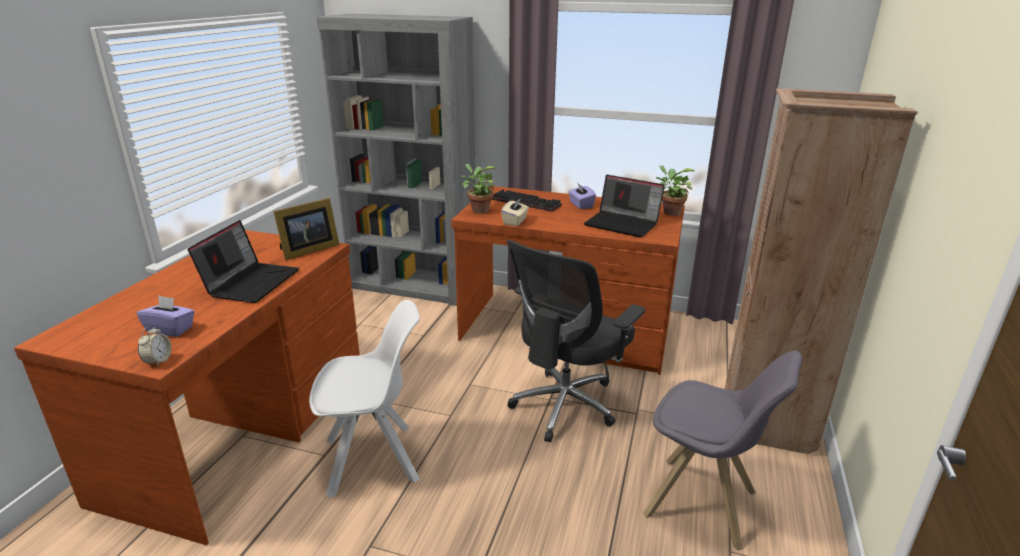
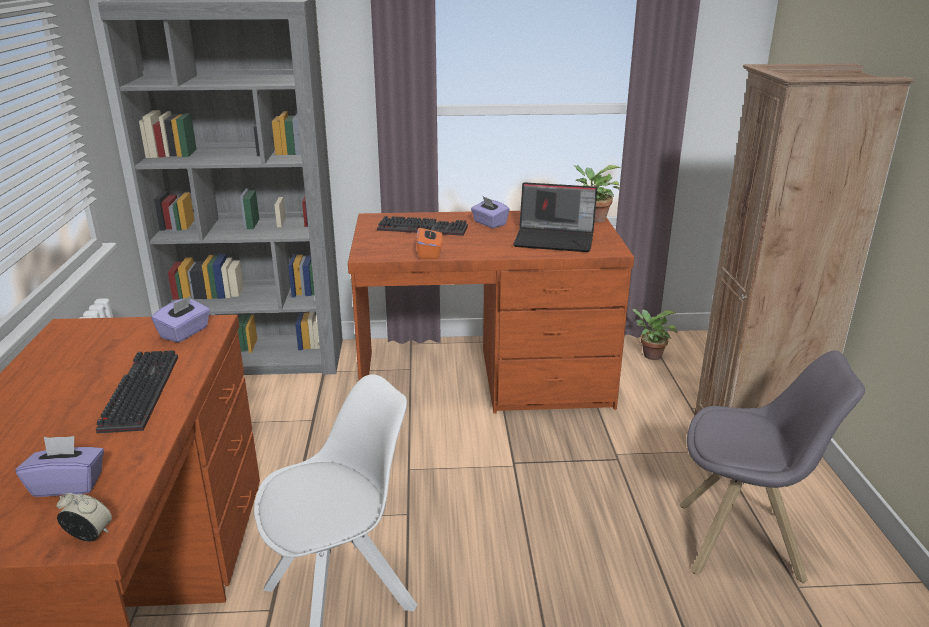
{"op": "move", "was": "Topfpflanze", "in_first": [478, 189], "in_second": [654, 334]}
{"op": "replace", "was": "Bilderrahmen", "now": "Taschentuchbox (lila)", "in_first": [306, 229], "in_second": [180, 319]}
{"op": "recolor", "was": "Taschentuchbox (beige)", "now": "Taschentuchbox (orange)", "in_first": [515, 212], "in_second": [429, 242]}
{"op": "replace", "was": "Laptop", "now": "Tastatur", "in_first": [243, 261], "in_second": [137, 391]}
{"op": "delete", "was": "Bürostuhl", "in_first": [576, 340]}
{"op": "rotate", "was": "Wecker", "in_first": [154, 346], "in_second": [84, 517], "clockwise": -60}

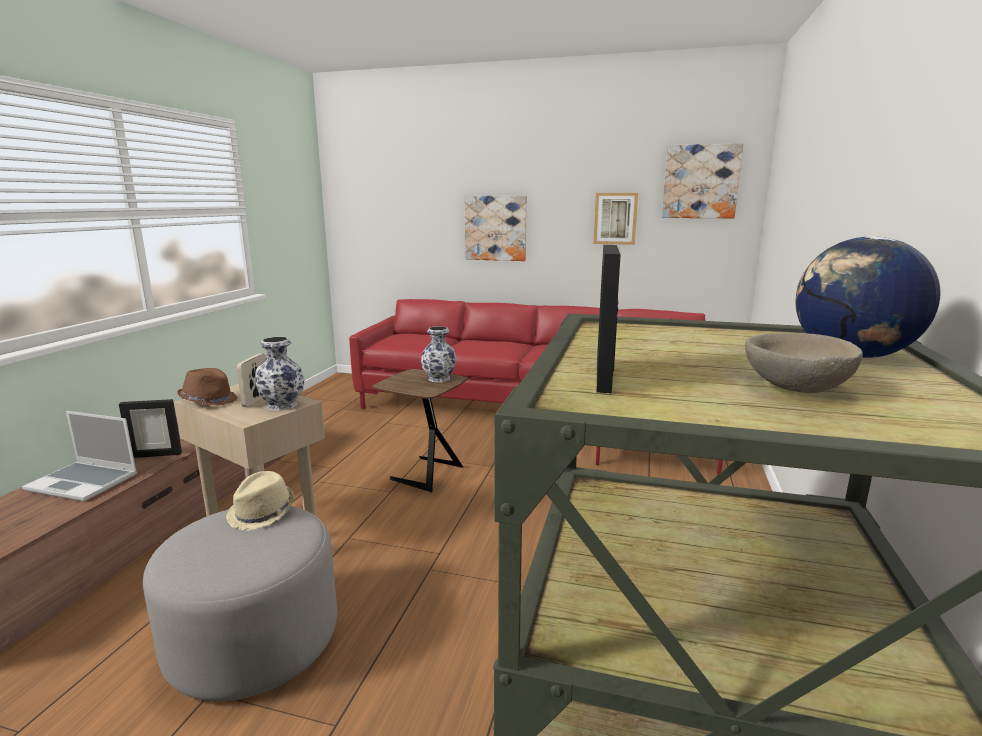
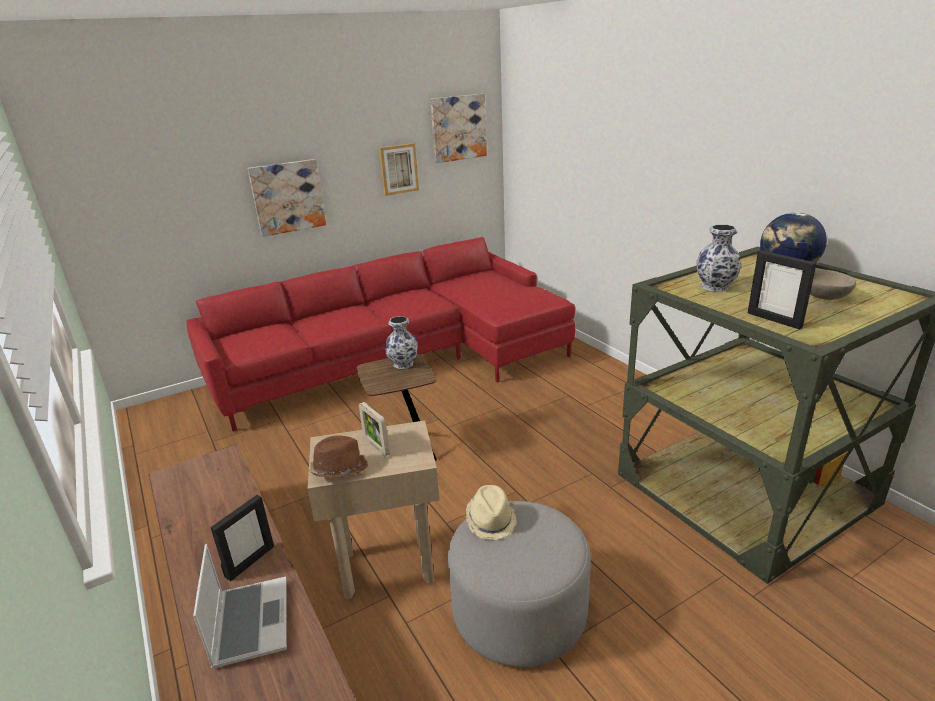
{"op": "move", "was": "Vase", "in_first": [279, 374], "in_second": [718, 258]}
{"op": "rotate", "was": "Laptop", "in_first": [79, 456], "in_second": [240, 606], "clockwise": -75}

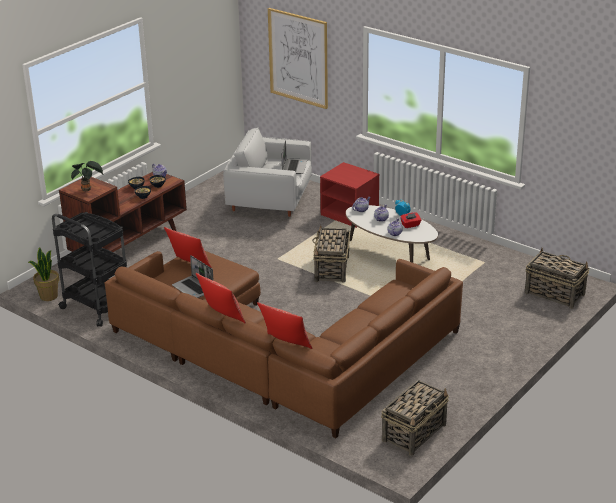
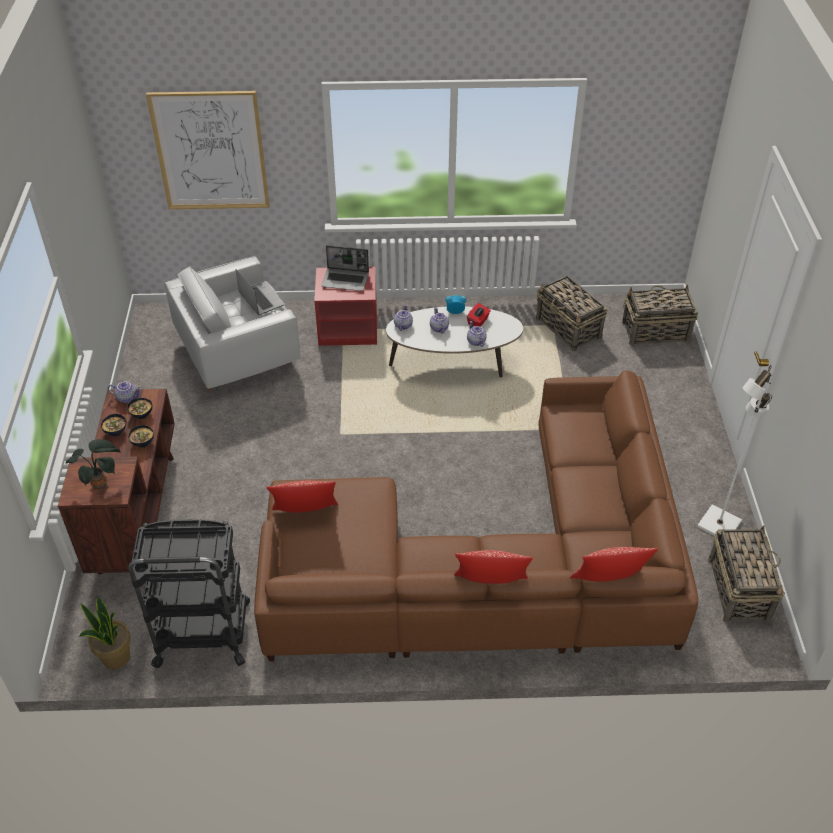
{"op": "move", "was": "Korb", "in_first": [331, 254], "in_second": [571, 313]}
{"op": "move", "was": "Laptop", "in_first": [193, 276], "in_second": [345, 268]}
{"op": "insert", "now": "Stehlampe (weiß)", "in_second": [734, 450]}

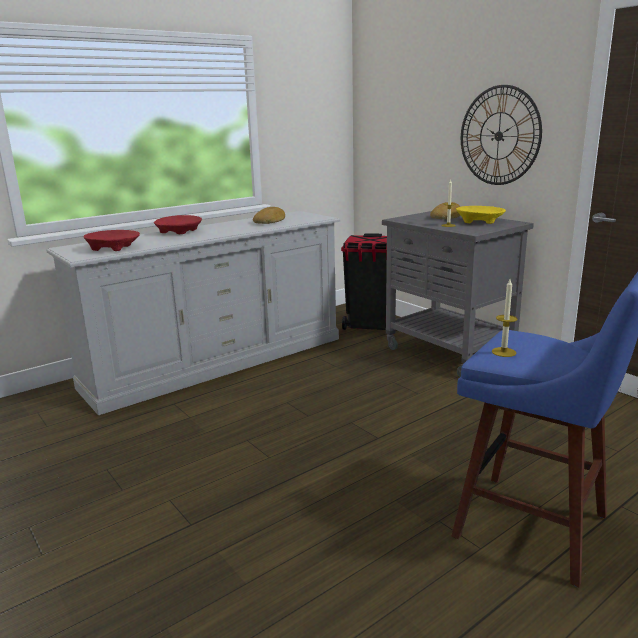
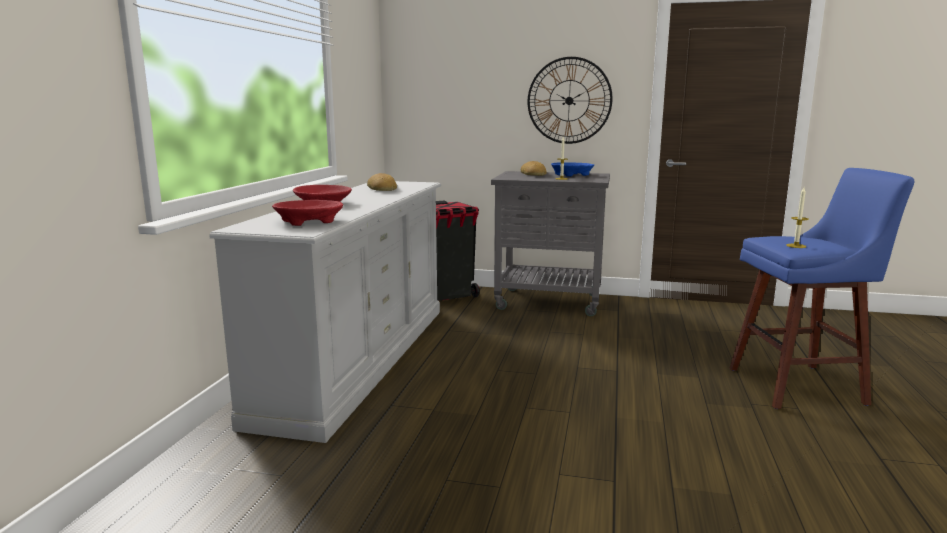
{"op": "recolor", "was": "Schüssel (gelb)", "now": "Schüssel (blau)", "in_first": [481, 215], "in_second": [572, 169]}

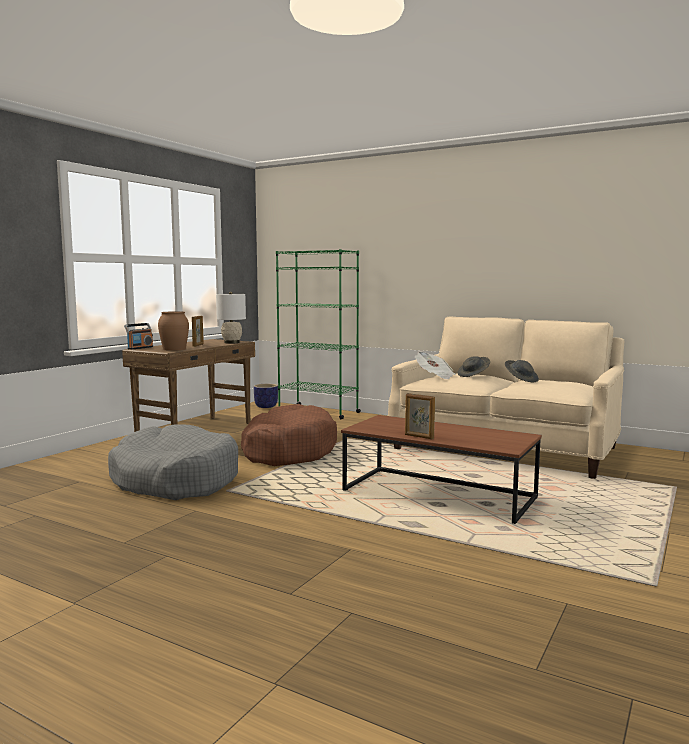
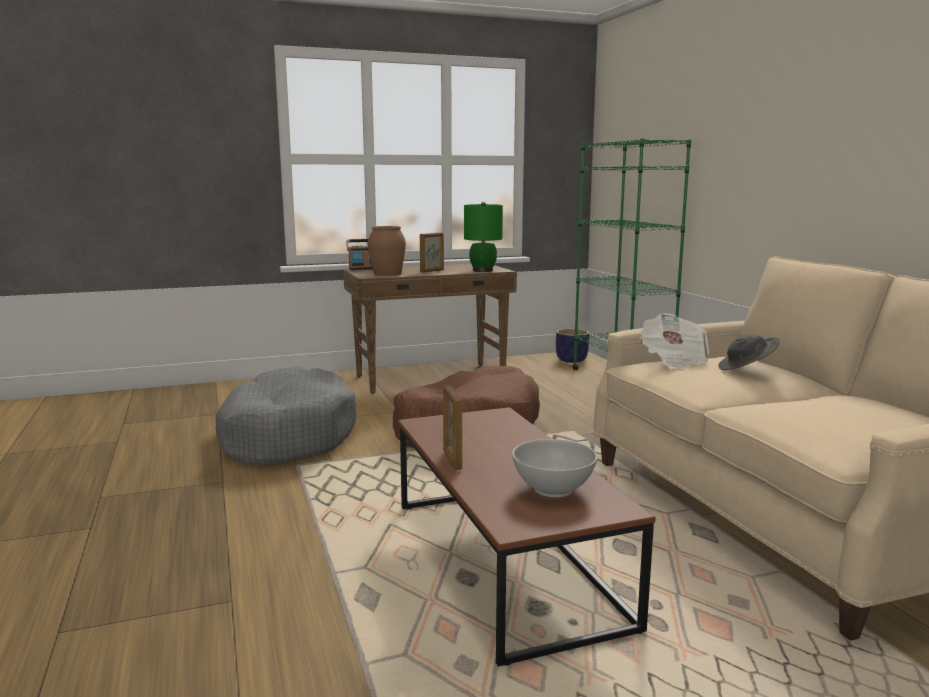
{"op": "recolor", "was": "Tischlampe (weiß)", "now": "Tischlampe (grün)", "in_first": [231, 318], "in_second": [483, 237]}
{"op": "delete", "was": "Hut (grau)", "in_first": [522, 371]}
{"op": "insert", "now": "Schüssel (weiß)", "in_second": [555, 468]}

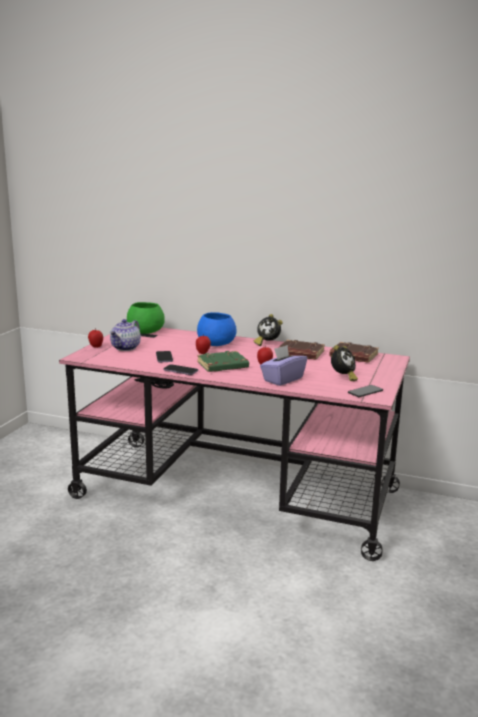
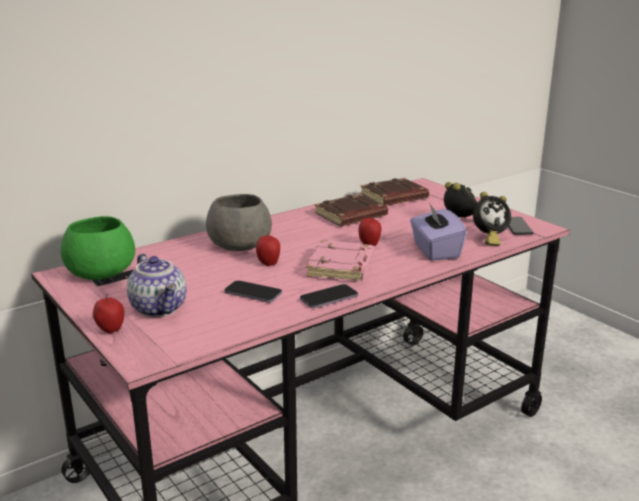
{"op": "recolor", "was": "Schüssel (blau)", "now": "Schüssel (grau)", "in_first": [216, 329], "in_second": [239, 222]}
{"op": "move", "was": "Wecker", "in_first": [268, 330], "in_second": [492, 219]}
{"op": "recolor", "was": "Buch (grün)", "now": "Buch (rosa)", "in_first": [223, 361], "in_second": [340, 261]}

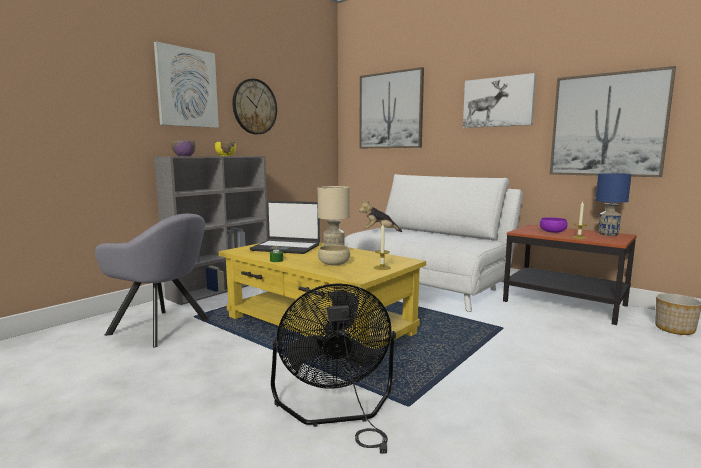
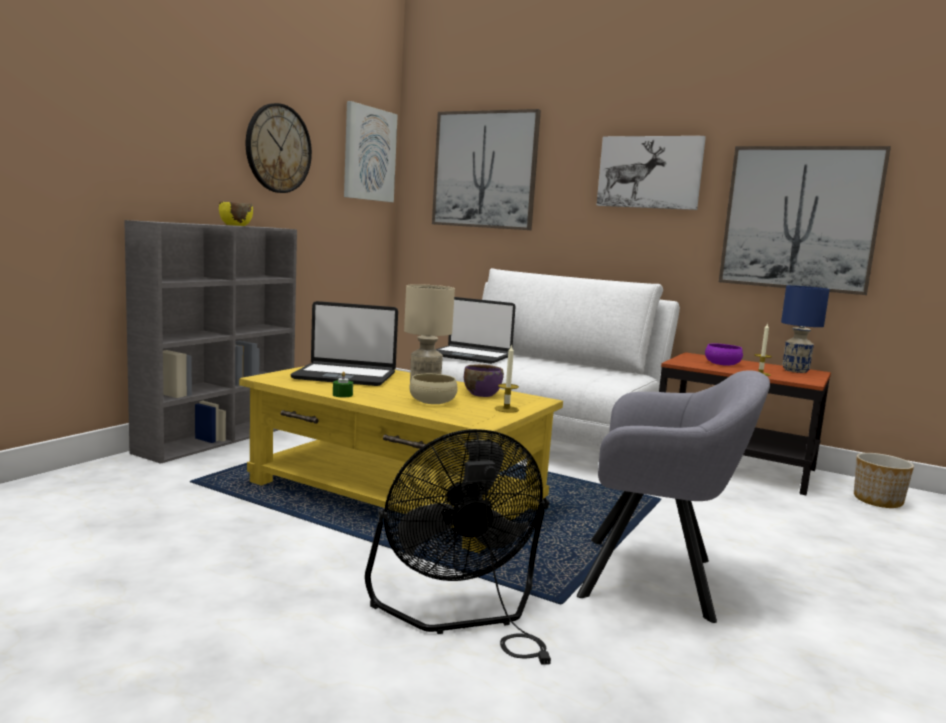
{"op": "move", "was": "Bild", "in_first": [186, 85], "in_second": [371, 151]}
{"op": "move", "was": "Schüssel (lila)", "in_first": [183, 148], "in_second": [484, 380]}
{"op": "replace", "was": "Plüschtier", "now": "Laptop", "in_first": [380, 216], "in_second": [475, 330]}
{"op": "move", "was": "Sessel (grau)", "in_first": [152, 280], "in_second": [673, 496]}

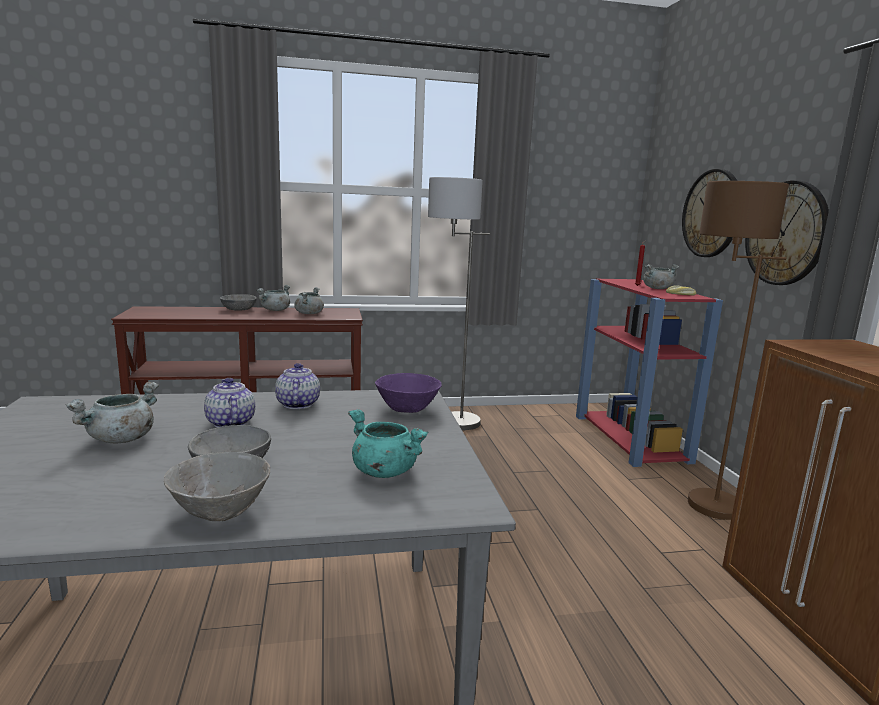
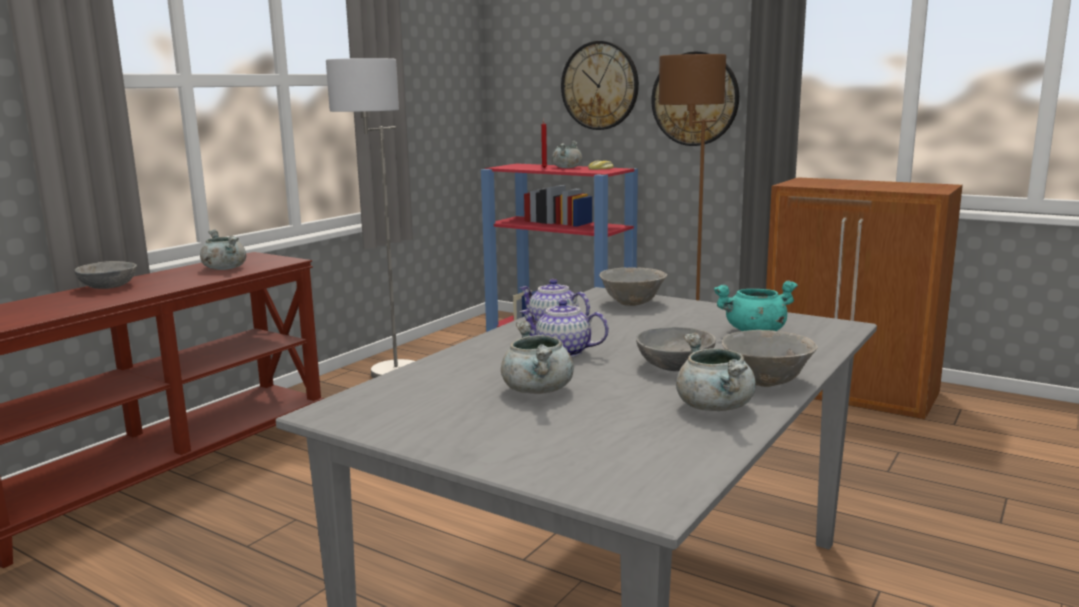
{"op": "move", "was": "Kochtopf (grau)", "in_first": [273, 298], "in_second": [715, 371]}
{"op": "recolor", "was": "Schüssel (lila)", "now": "Schüssel (grau)", "in_first": [408, 393], "in_second": [633, 286]}

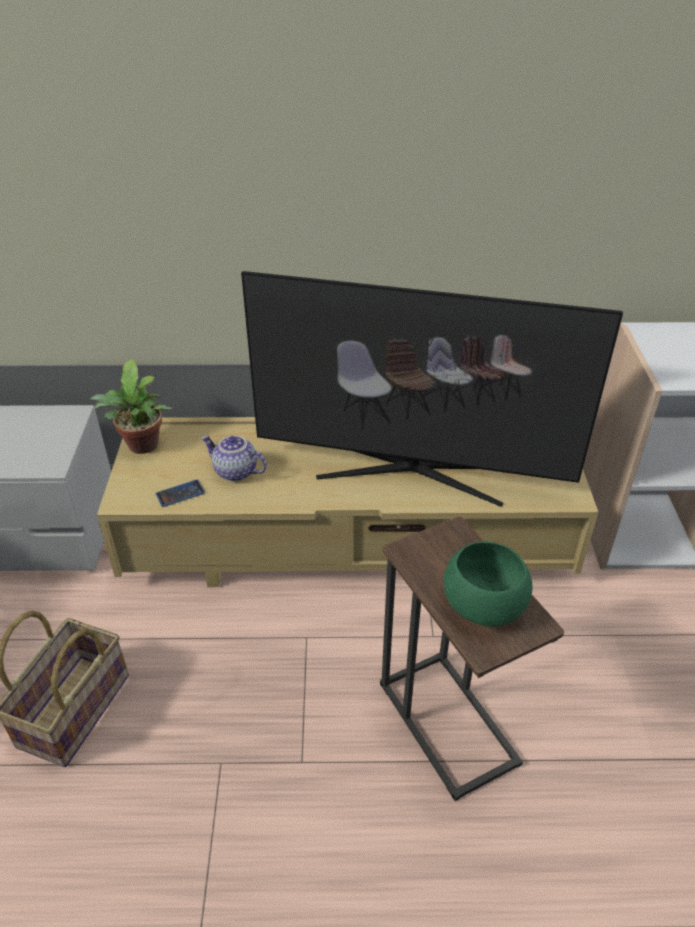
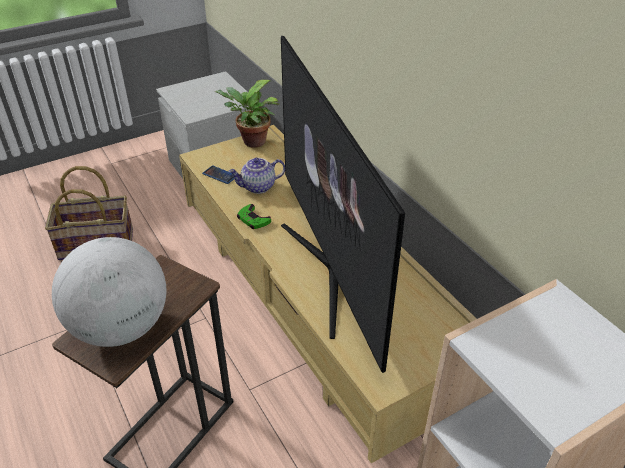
{"op": "rotate", "was": "Teekanne", "in_first": [234, 458], "in_second": [256, 176], "clockwise": -105}
{"op": "replace", "was": "Schüssel (grün)", "now": "Globus", "in_first": [488, 584], "in_second": [109, 292]}
{"op": "insert", "now": "Gamepad (grün)", "in_second": [254, 216]}

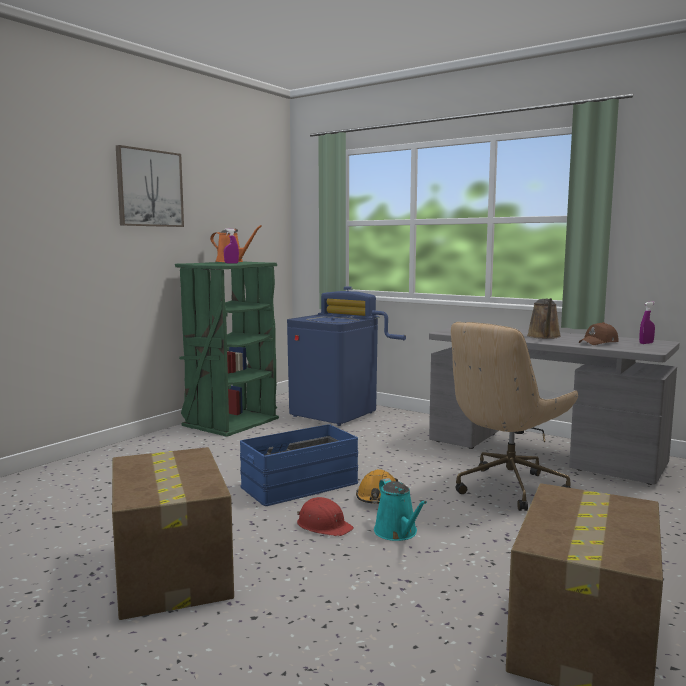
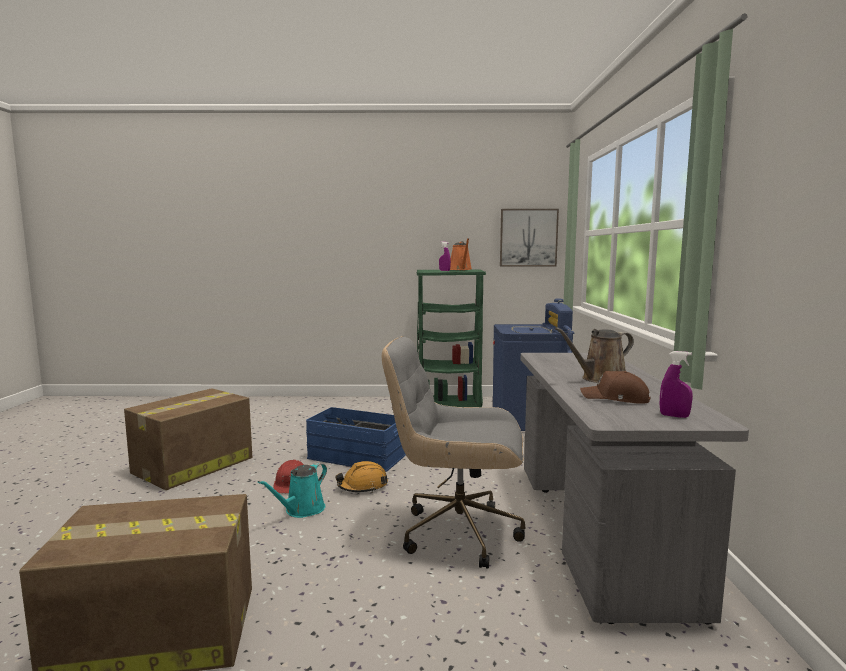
{"op": "move", "was": "Bild", "in_first": [150, 186], "in_second": [529, 237]}

